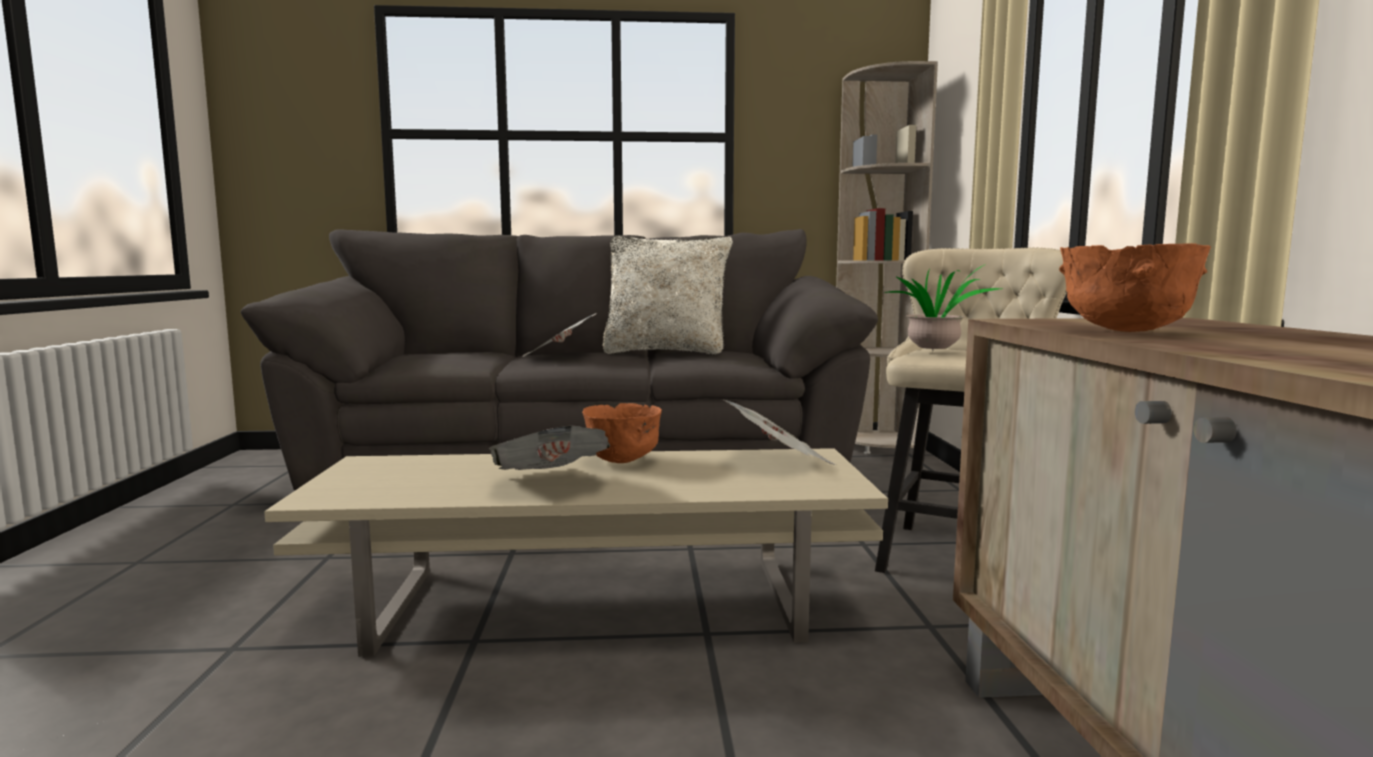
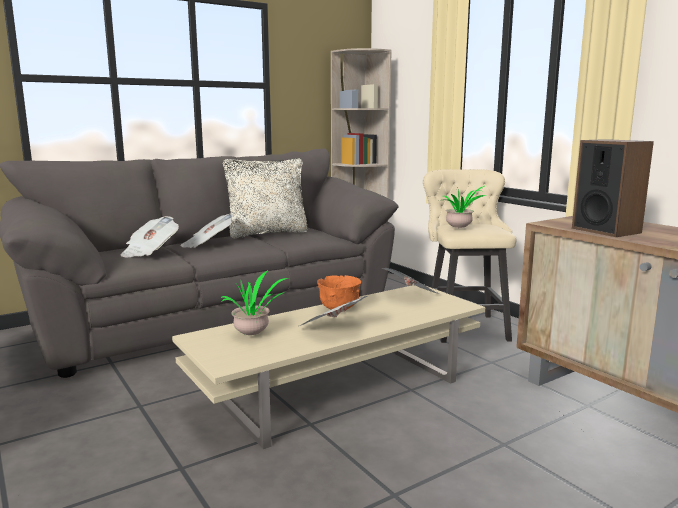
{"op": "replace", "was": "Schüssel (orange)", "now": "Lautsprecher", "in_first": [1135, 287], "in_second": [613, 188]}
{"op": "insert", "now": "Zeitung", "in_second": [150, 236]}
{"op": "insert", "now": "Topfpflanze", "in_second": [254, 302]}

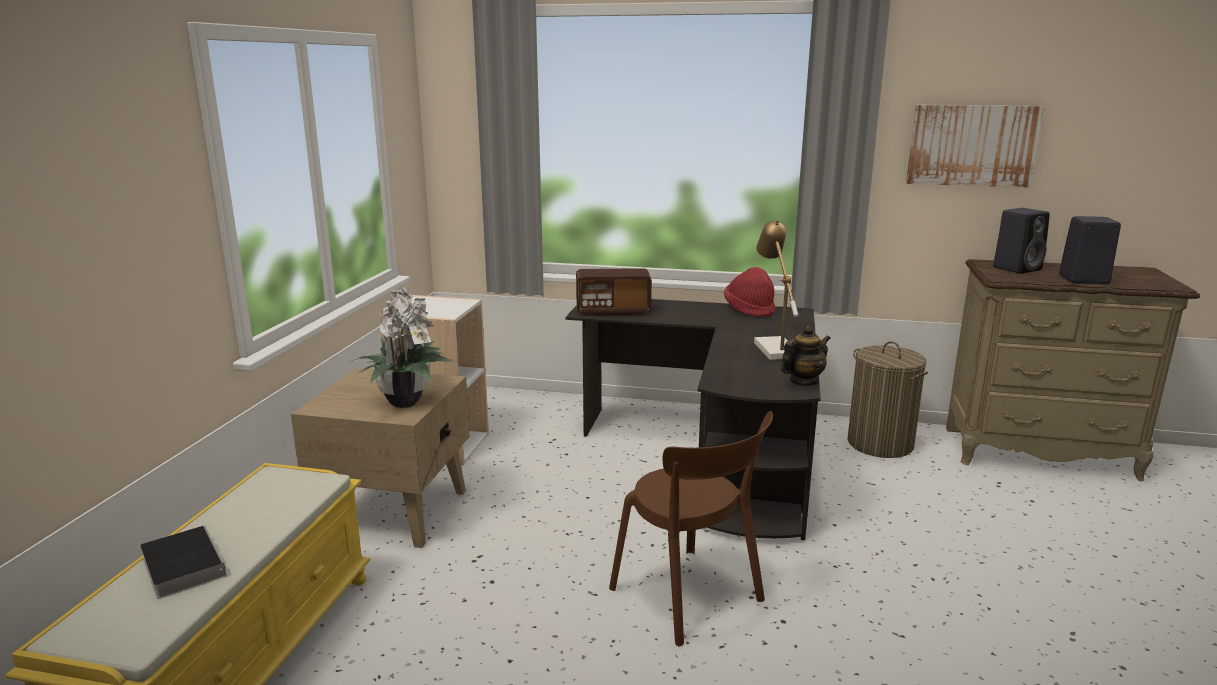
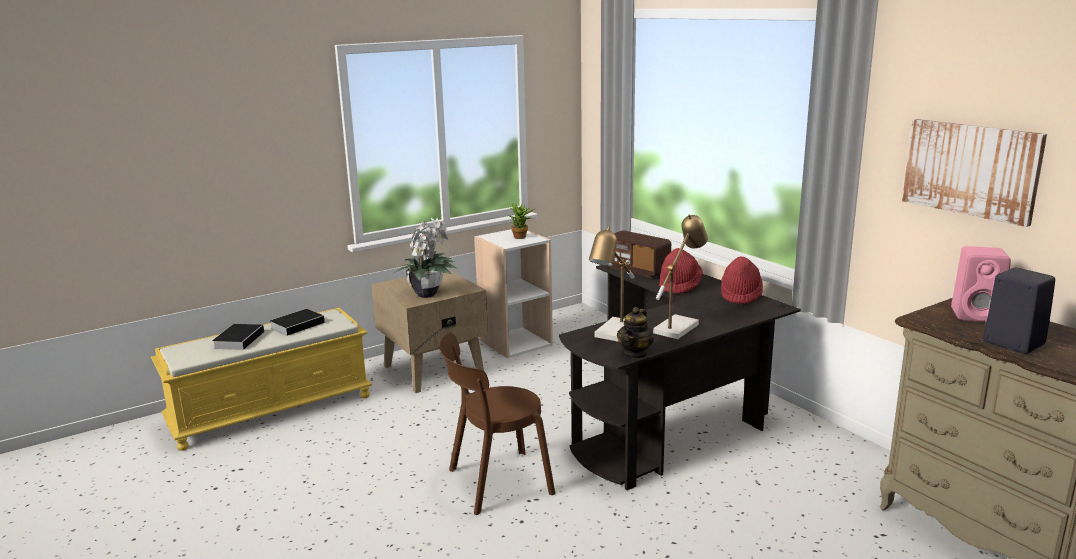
{"op": "recolor", "was": "Lautsprecher (schwarz)", "now": "Lautsprecher (rosa)", "in_first": [1021, 241], "in_second": [981, 284]}
{"op": "rotate", "was": "Teekanne", "in_first": [806, 355], "in_second": [635, 333], "clockwise": 105}
{"op": "delete", "was": "Wäschekorb", "in_first": [887, 399]}
{"op": "rotate", "was": "Stuhl (braun)", "in_first": [691, 528], "in_second": [497, 423], "clockwise": 60}
{"op": "insert", "now": "Topfpflanze", "in_second": [521, 220]}
{"op": "insert", "now": "Tischlampe", "in_second": [611, 284]}
{"op": "insert", "now": "Hut (rot)", "in_second": [681, 271]}
{"op": "insert", "now": "Buch", "in_second": [298, 322]}

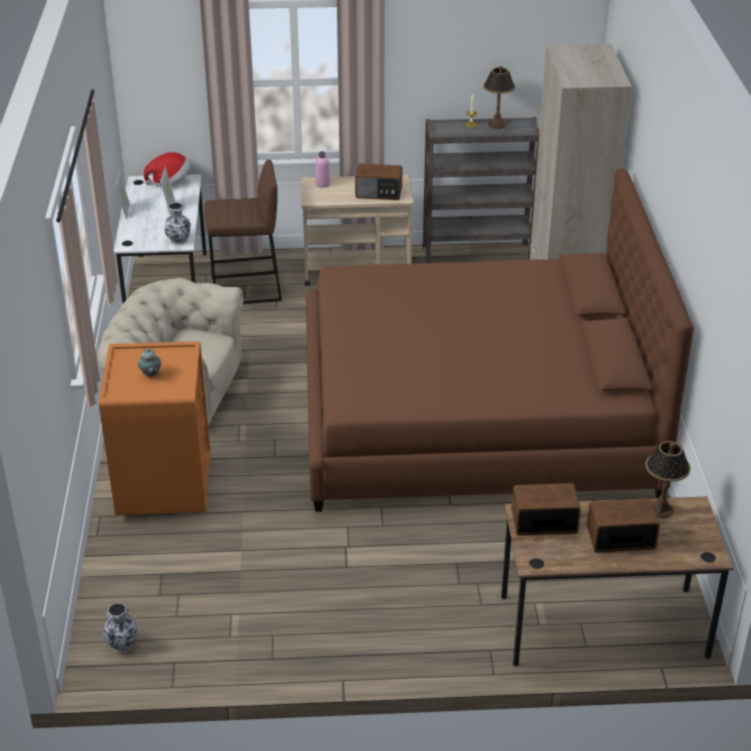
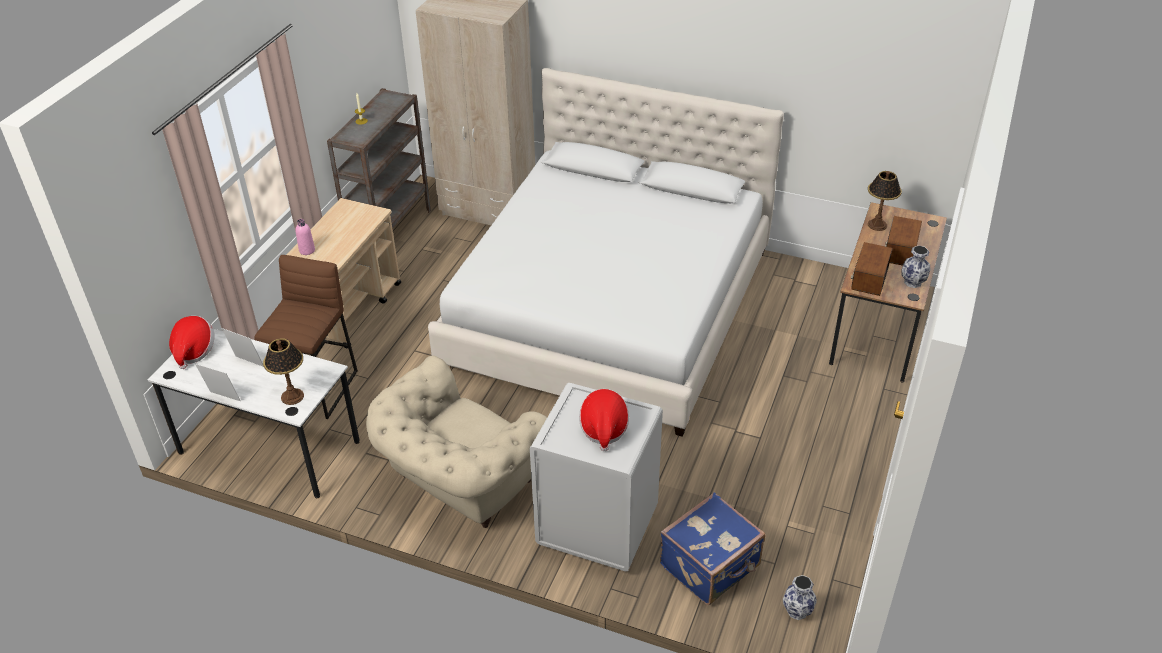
{"op": "move", "was": "Tischlampe", "in_first": [499, 97], "in_second": [283, 371]}
{"op": "delete", "was": "Radio", "in_first": [378, 182]}
{"op": "recolor", "was": "Bett (braun)", "now": "Bett (weiß)", "in_first": [500, 340], "in_second": [606, 252]}
{"op": "move", "was": "Vase", "in_first": [177, 224], "in_second": [916, 267]}
{"op": "recolor", "was": "Kommode (orange)", "now": "Kommode (grau)", "in_first": [154, 428], "in_second": [596, 477]}
{"op": "replace", "was": "Teekanne", "now": "Hut", "in_first": [149, 362], "in_second": [604, 420]}
{"op": "insert", "now": "Koffer (blau)", "in_second": [712, 548]}

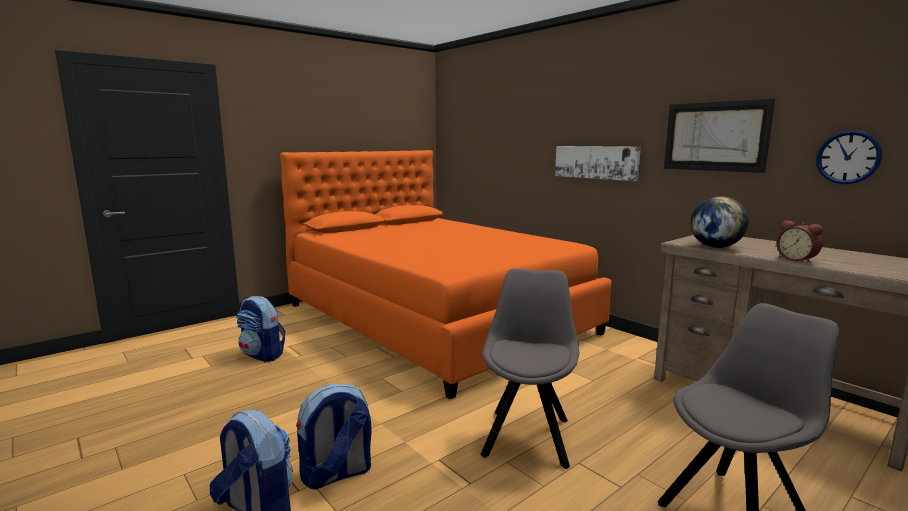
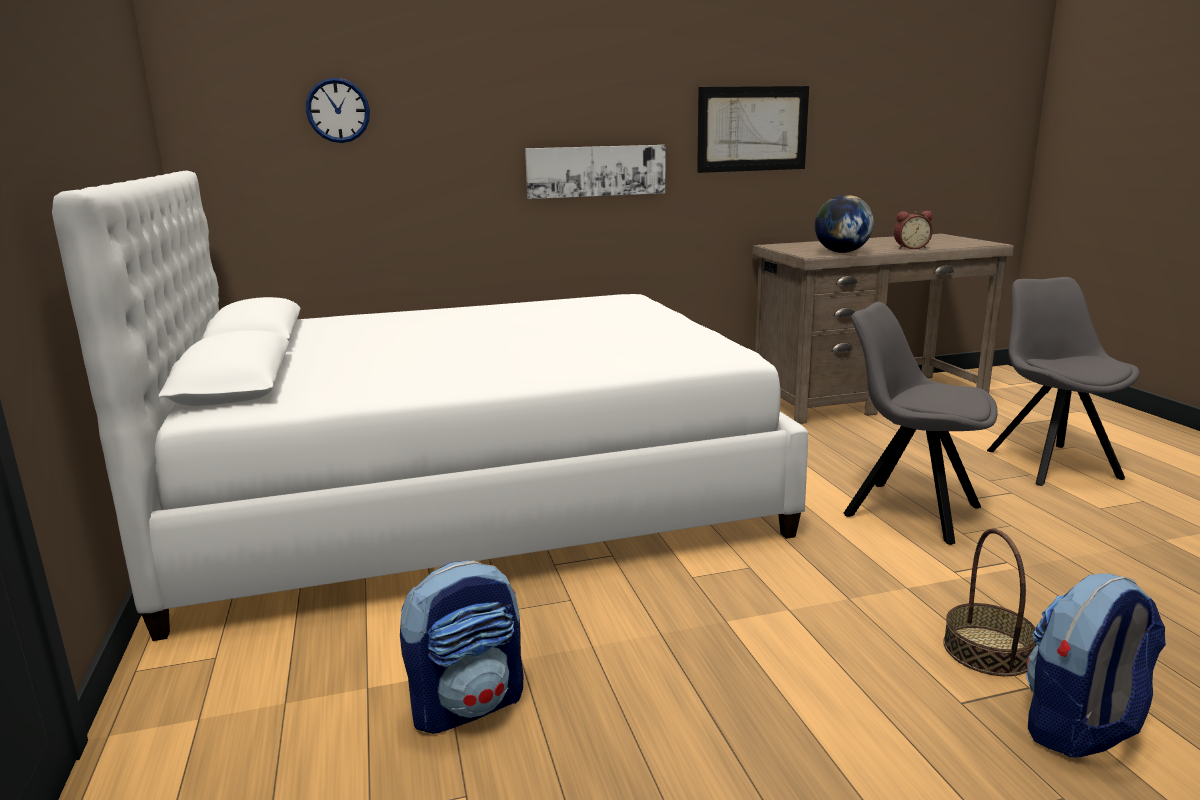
{"op": "move", "was": "Wanduhr", "in_first": [849, 157], "in_second": [338, 110]}
{"op": "recolor", "was": "Bett (orange)", "now": "Bett (weiß)", "in_first": [445, 274], "in_second": [430, 406]}
{"op": "replace", "was": "Rucksack", "now": "Korb", "in_first": [334, 437], "in_second": [990, 602]}

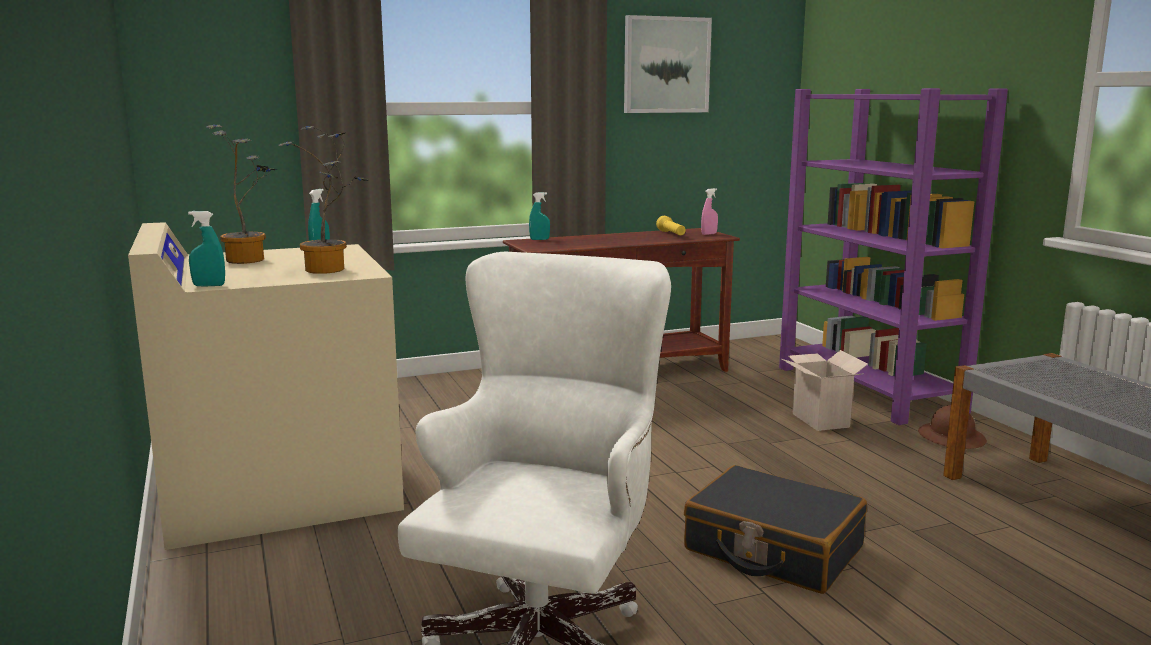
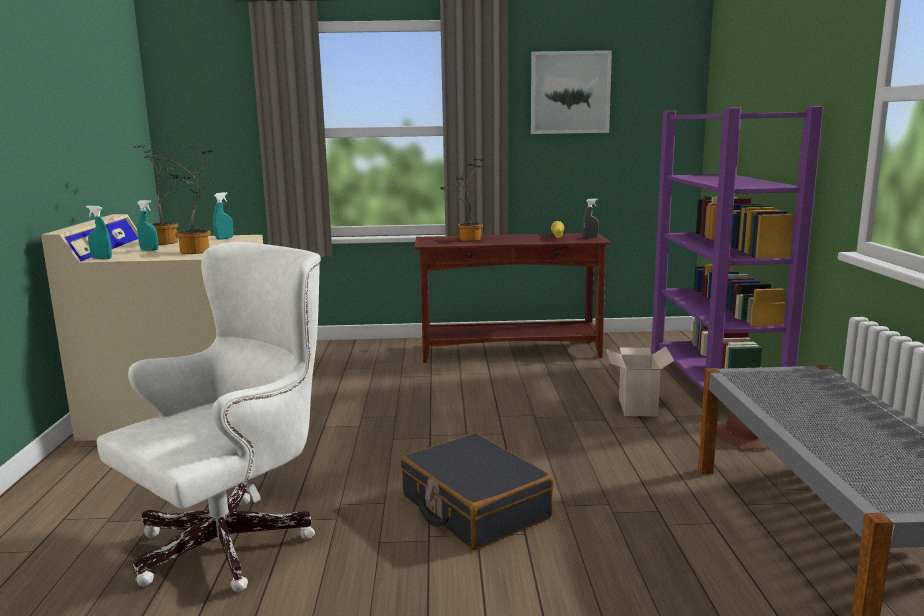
{"op": "recolor", "was": "Sprühflasche (rosa)", "now": "Sprühflasche (grau)", "in_first": [709, 211], "in_second": [590, 218]}
{"op": "move", "was": "Sprühflasche (türkis)", "in_first": [539, 216], "in_second": [147, 225]}
{"op": "insert", "now": "Topfpflanze", "in_second": [461, 200]}

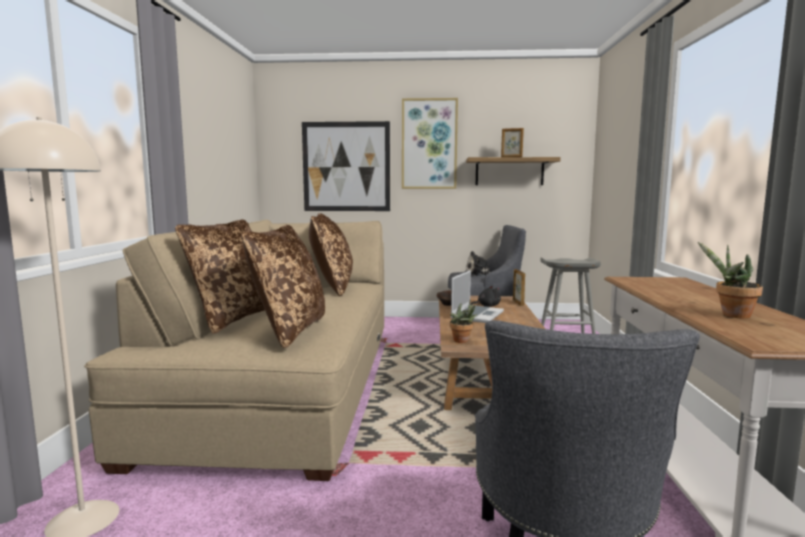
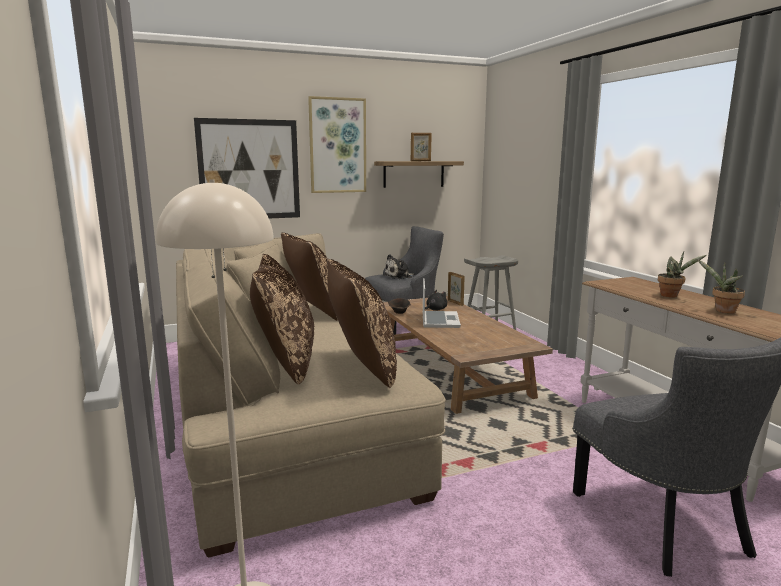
{"op": "move", "was": "Topfpflanze", "in_first": [463, 322], "in_second": [682, 274]}

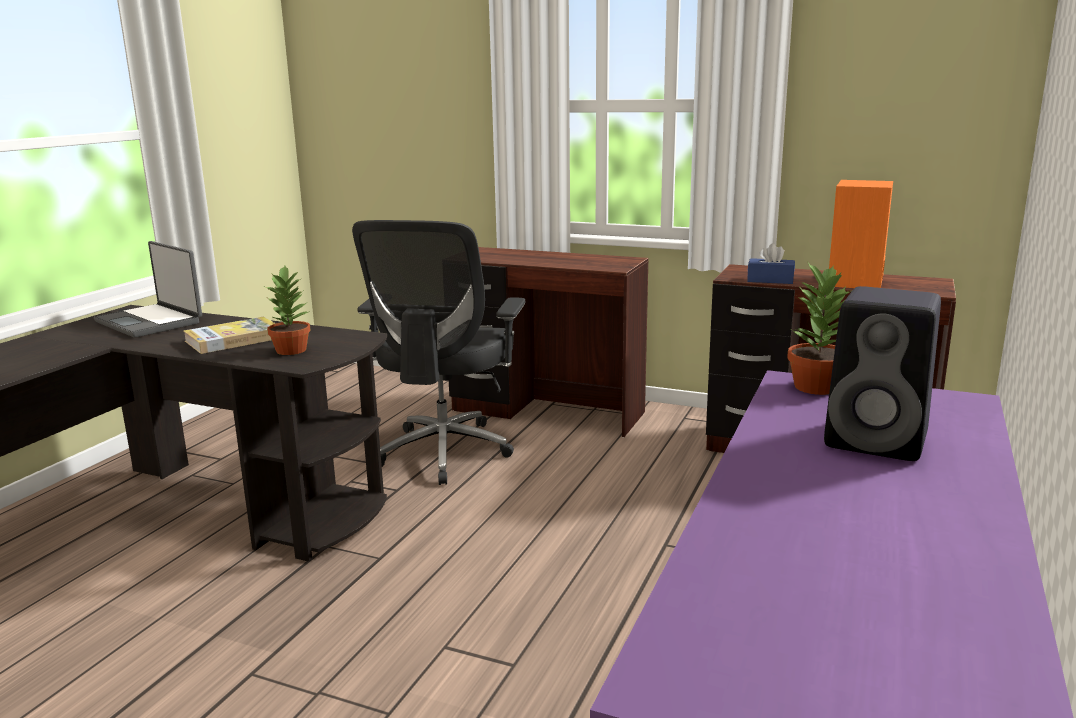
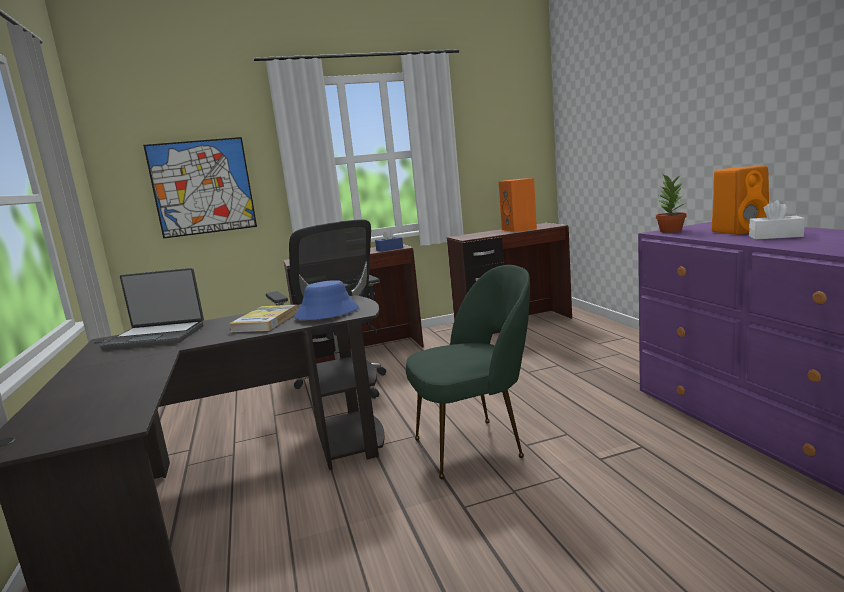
{"op": "move", "was": "Taschentuchbox (blau)", "in_first": [771, 263], "in_second": [389, 240]}
{"op": "replace", "was": "Topfpflanze", "now": "Hut (blau)", "in_first": [287, 310], "in_second": [326, 300]}
{"op": "recolor", "was": "Lautsprecher (schwarz)", "now": "Lautsprecher (orange)", "in_first": [882, 373], "in_second": [740, 200]}
{"op": "insert", "now": "Bild", "in_second": [200, 188]}
{"op": "insert", "now": "Taschentuchbox (weiß)", "in_second": [777, 219]}
{"op": "insert", "now": "Stuhl (grün)", "in_second": [468, 372]}

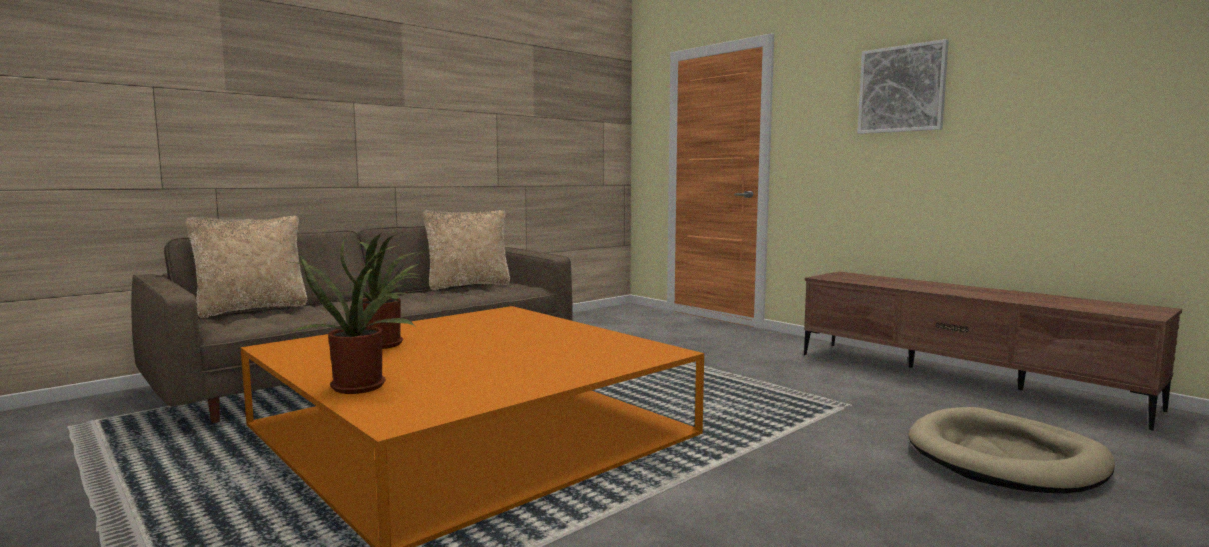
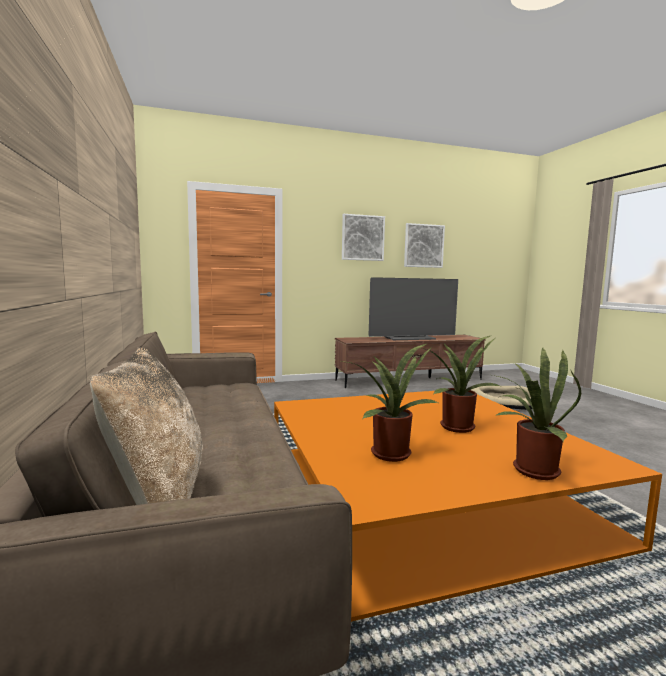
{"op": "delete", "was": "Kissen (beige)", "in_first": [466, 250]}
{"op": "insert", "now": "Bild", "in_second": [424, 245]}
{"op": "insert", "now": "Fernseher", "in_second": [413, 308]}
{"op": "insert", "now": "Topfpflanze", "in_second": [460, 384]}

